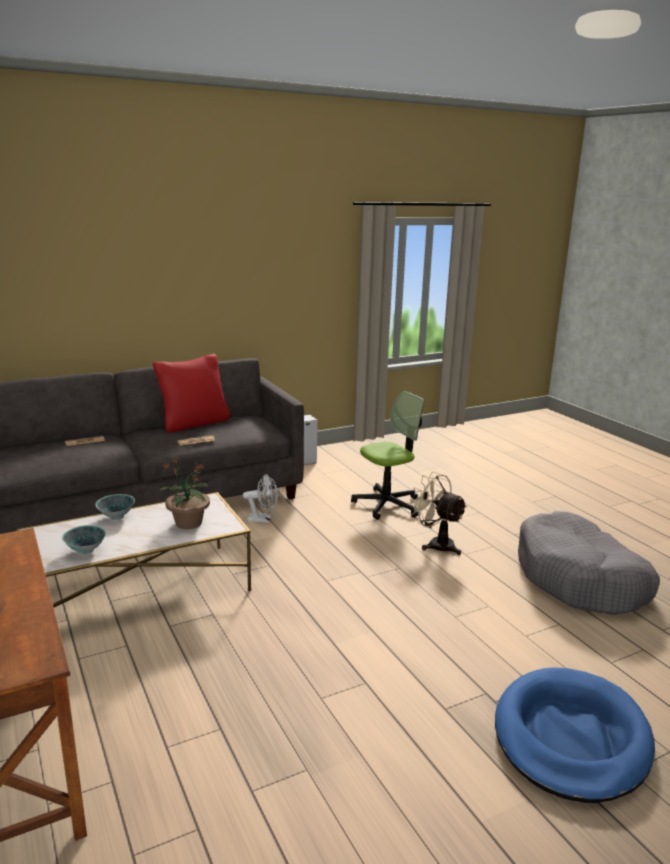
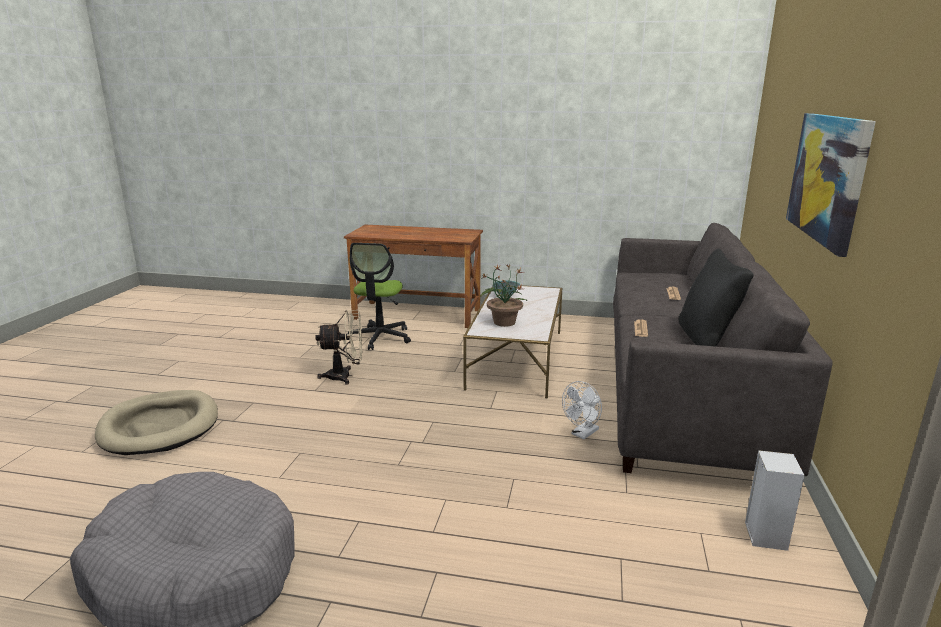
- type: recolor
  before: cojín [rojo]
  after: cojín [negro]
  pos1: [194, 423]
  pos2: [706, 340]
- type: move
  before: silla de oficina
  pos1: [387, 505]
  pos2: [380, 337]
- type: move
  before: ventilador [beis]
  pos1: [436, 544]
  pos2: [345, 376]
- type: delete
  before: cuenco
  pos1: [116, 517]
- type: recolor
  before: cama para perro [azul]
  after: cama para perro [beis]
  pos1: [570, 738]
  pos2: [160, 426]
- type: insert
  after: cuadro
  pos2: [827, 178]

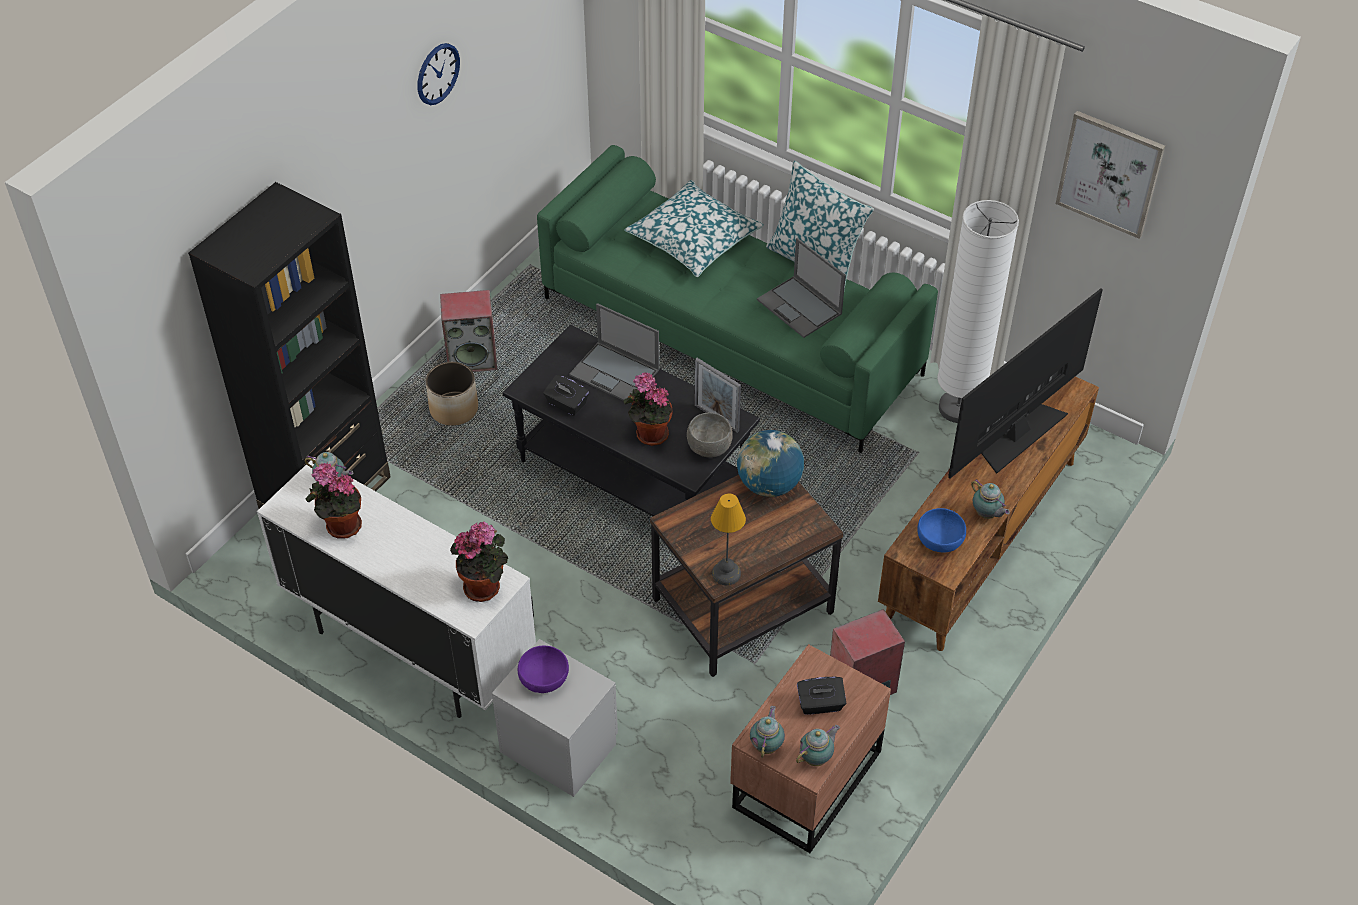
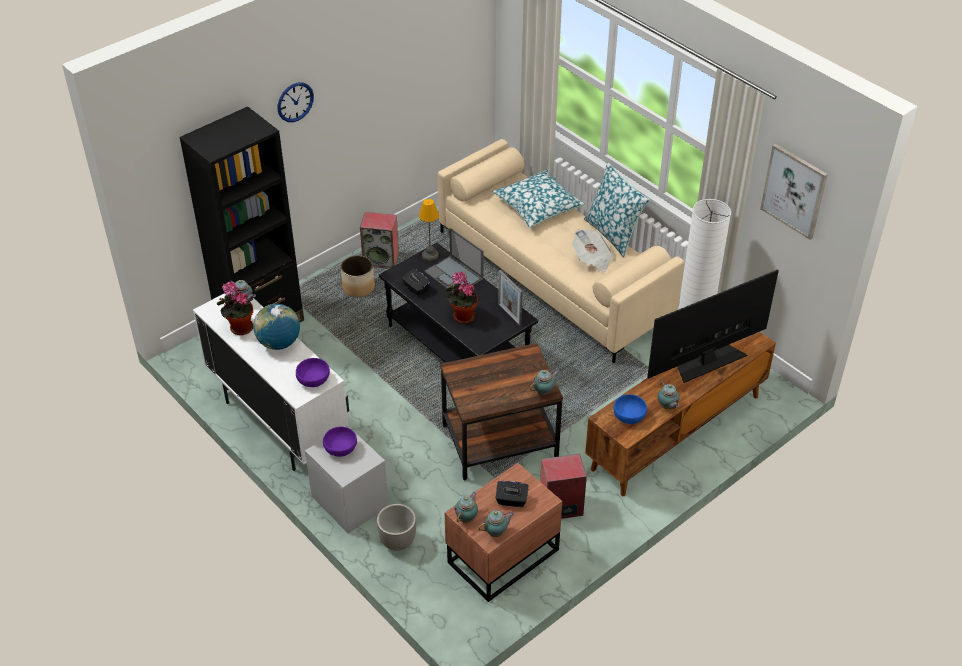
- type: move
  before: reloj de pared
  pos1: [437, 74]
  pos2: [295, 102]
- type: recolor
  before: sofá [verde]
  after: sofá [beis]
  pos1: [733, 336]
  pos2: [554, 276]
- type: replace
  before: portátil
  after: periódico
  pos1: [800, 307]
  pos2: [592, 259]
- type: delete
  before: cuenco [gris]
  pos1: [710, 449]
- type: move
  before: globo terráqueo
  pos1: [769, 485]
  pos2: [279, 343]
- type: move
  before: lámpara de mesa
  pos1: [727, 574]
  pos2: [430, 255]
- type: replace
  before: planta en maceta
  after: cuenco [morado]
  pos1: [485, 586]
  pos2: [314, 380]
- type: insert
  after: tetera
  pos2: [544, 391]
- type: insert
  after: maceta
  pos2: [397, 542]

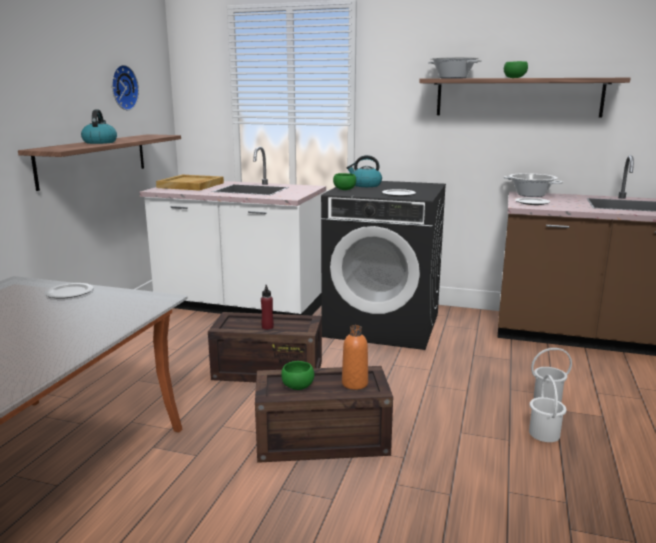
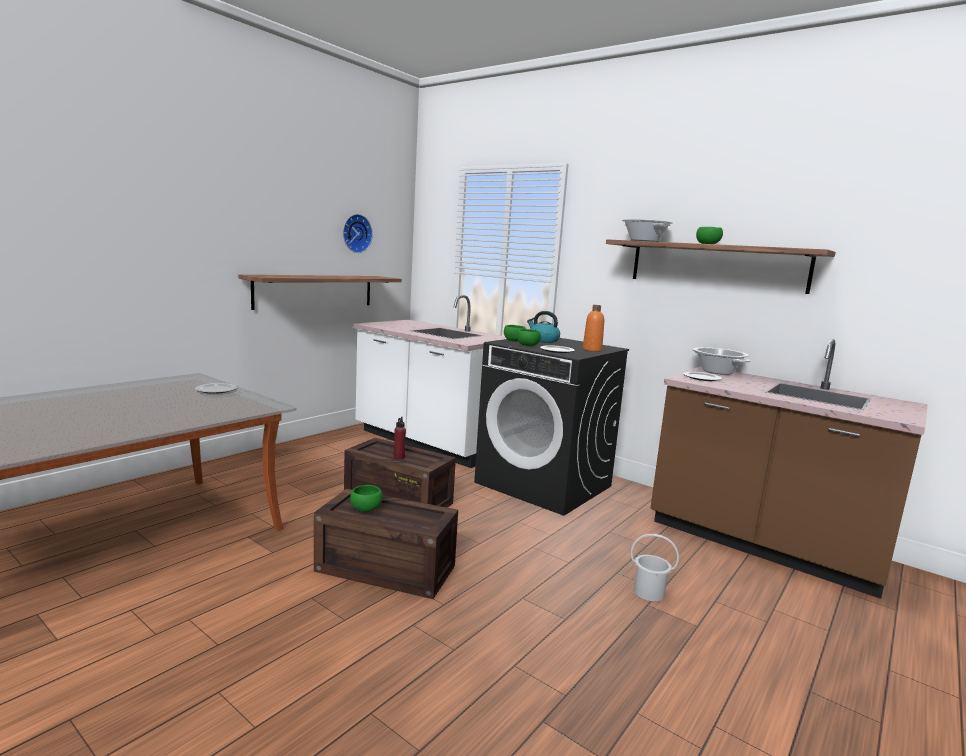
- type: delete
  before: hervidor
  pos1: [100, 142]
- type: delete
  before: bandeja [beis]
  pos1: [191, 185]
- type: move
  before: botella [naranja]
  pos1: [354, 383]
  pos2: [592, 350]
- type: delete
  before: cubo [blanco]
  pos1: [543, 434]
- type: insert
  after: cuenco [verde]
  pos2: [528, 346]

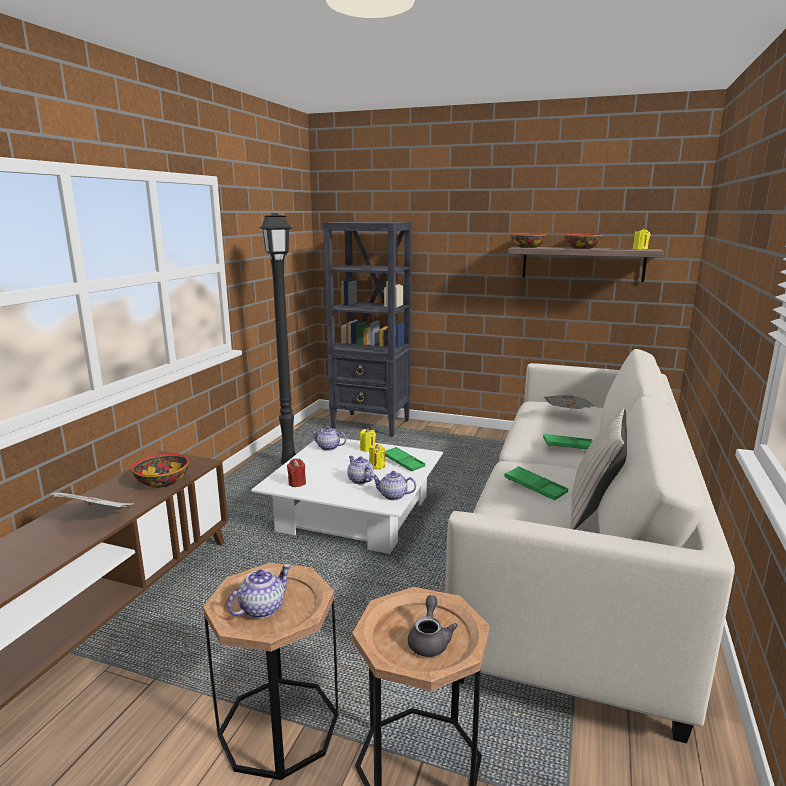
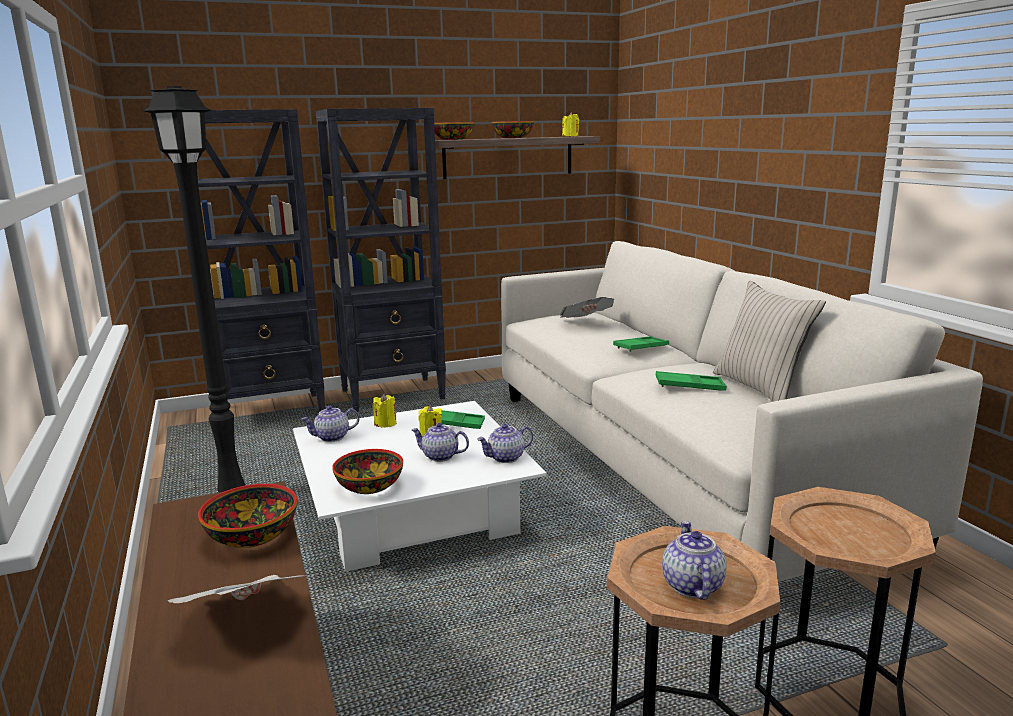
- type: replace
  before: vela [rojo]
  after: cuenco
  pos1: [297, 483]
  pos2: [369, 487]
- type: delete
  before: tetera [gris]
  pos1: [429, 640]
- type: insert
  after: estantería [negro]
  pos2: [394, 395]

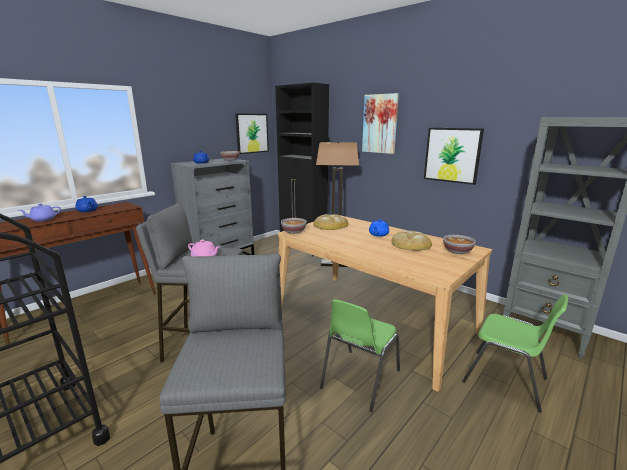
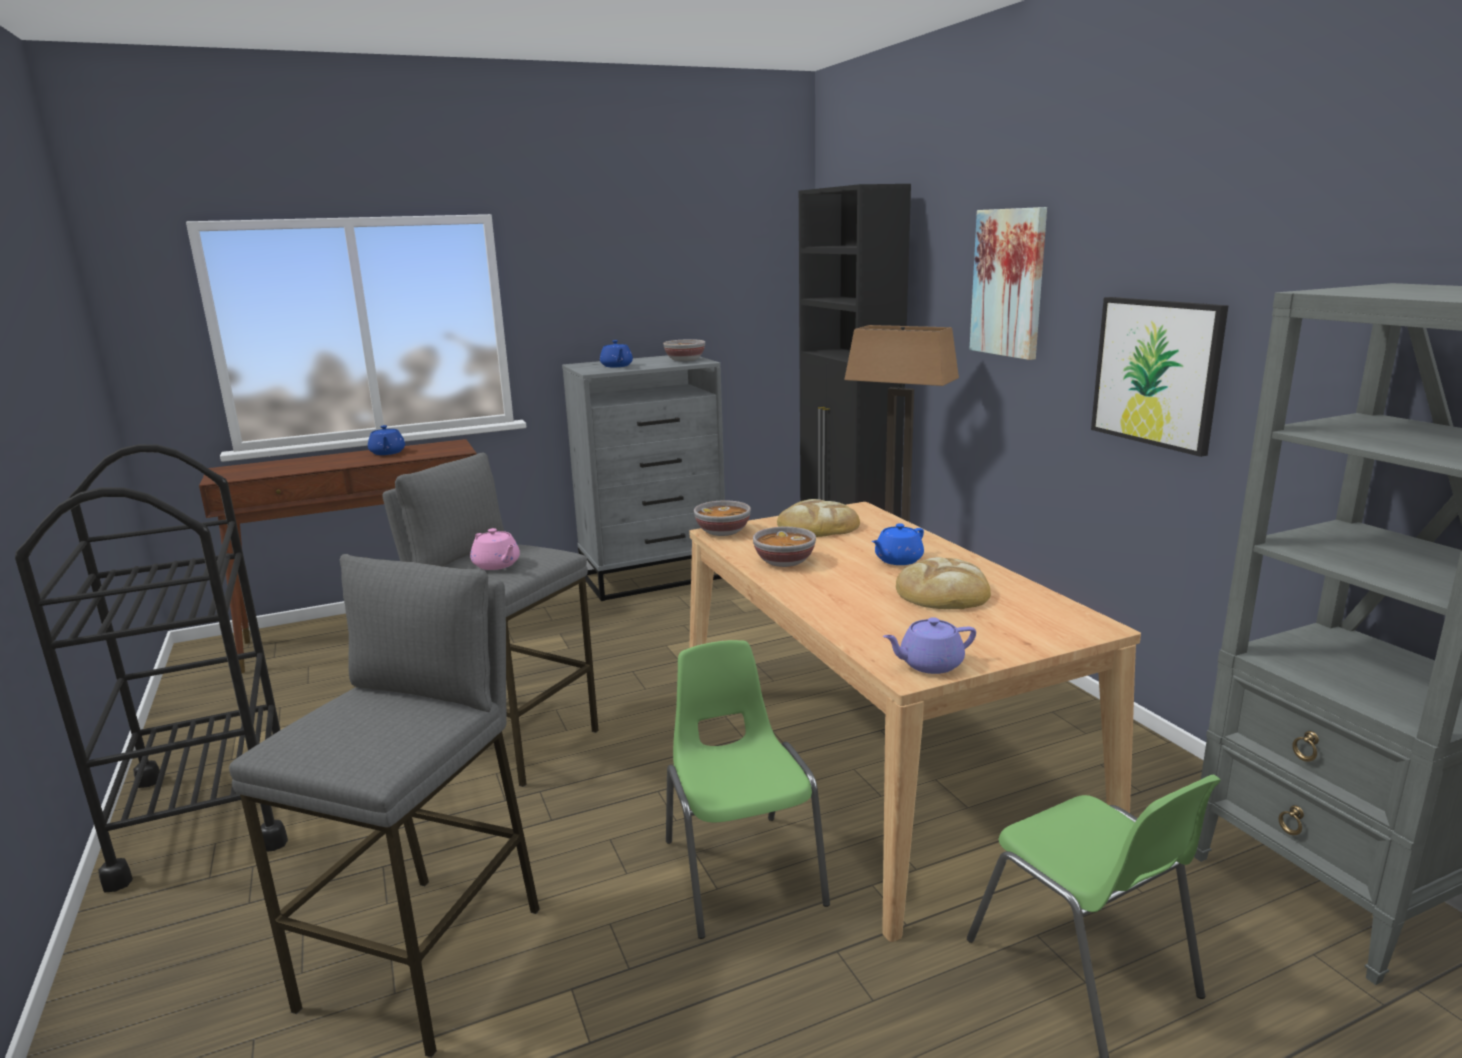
- type: delete
  before: cuadro
  pos1: [252, 133]
- type: move
  before: tetera [morado]
  pos1: [43, 219]
  pos2: [929, 664]
- type: move
  before: cuenco
  pos1: [457, 251]
  pos2: [784, 562]
- type: rotate
  before: silla [verde]
  pos1: [359, 379]
  pos2: [741, 870]
  turn: 105

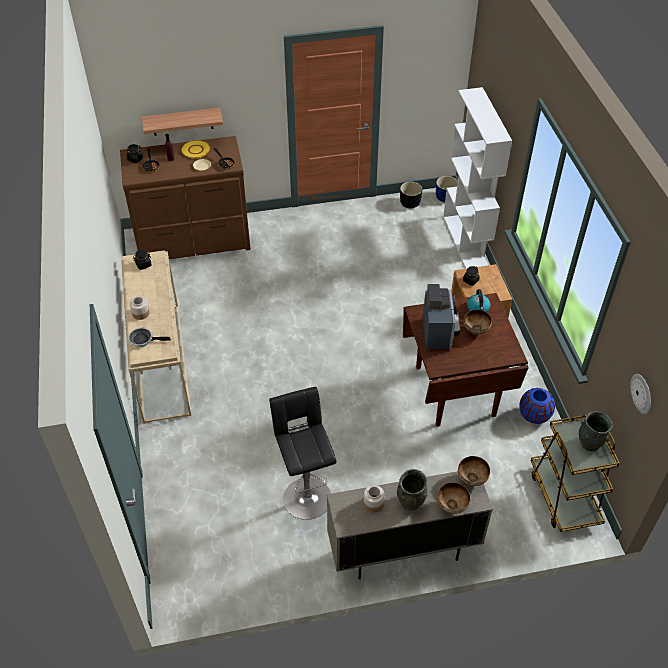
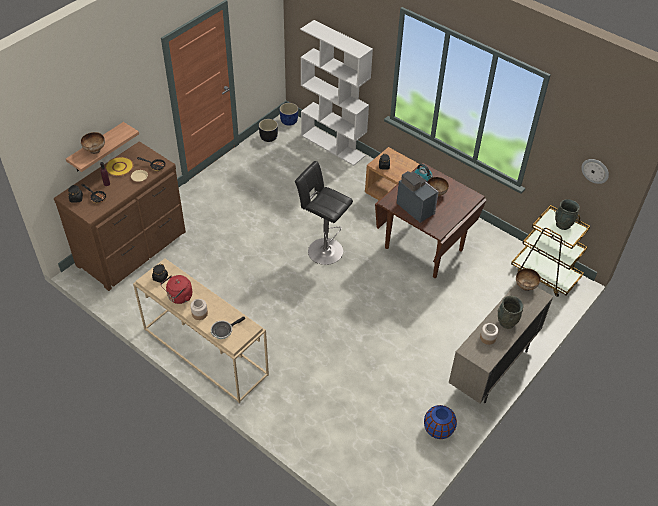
- type: move
  before: taburete [negro]
  pos1: [306, 495]
  pos2: [323, 250]
- type: move
  before: florero [azul]
  pos1: [534, 415]
  pos2: [438, 429]
- type: move
  before: cuenco
  pos1: [452, 506]
  pos2: [95, 150]
- type: insert
  after: hervidor [rojo]
  pos2: [179, 297]

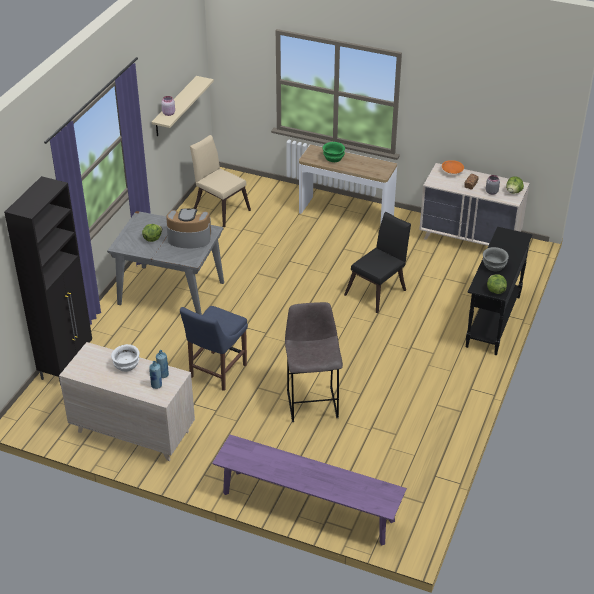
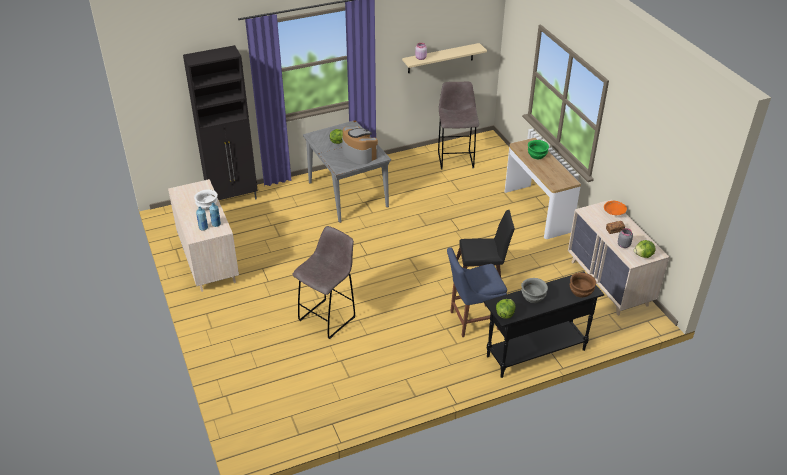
- type: replace
  before: silla [beis]
  after: taburete [gris]
  pos1: [220, 208]
  pos2: [455, 159]
- type: move
  before: silla [azul]
  pos1: [216, 372]
  pos2: [471, 320]
- type: delete
  before: banco [morado]
  pos1: [307, 507]
- type: insert
  after: cuenco [marrón]
  pos2: [581, 291]

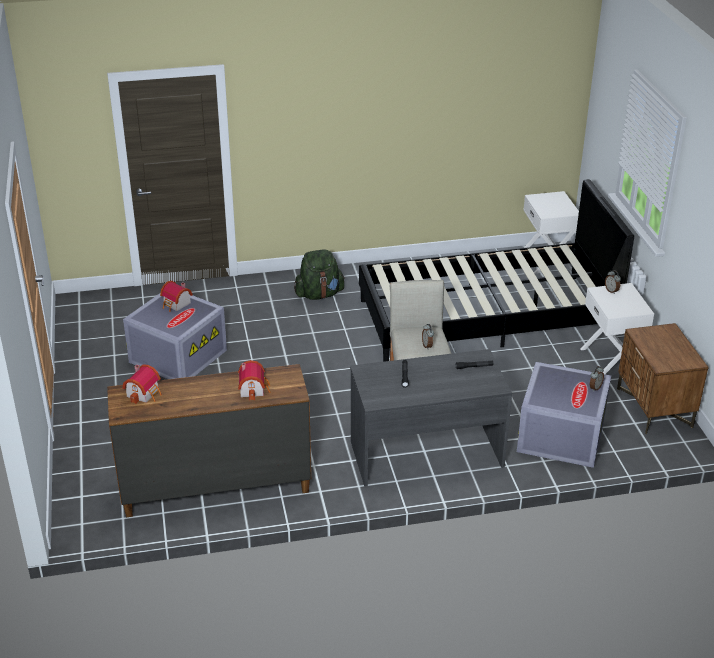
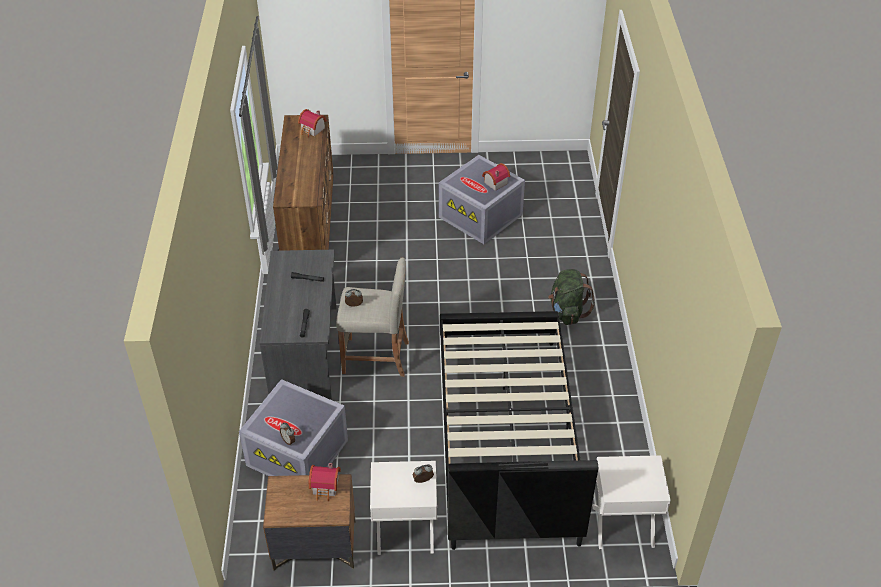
- type: move
  before: casita
  pos1: [254, 389]
  pos2: [326, 487]

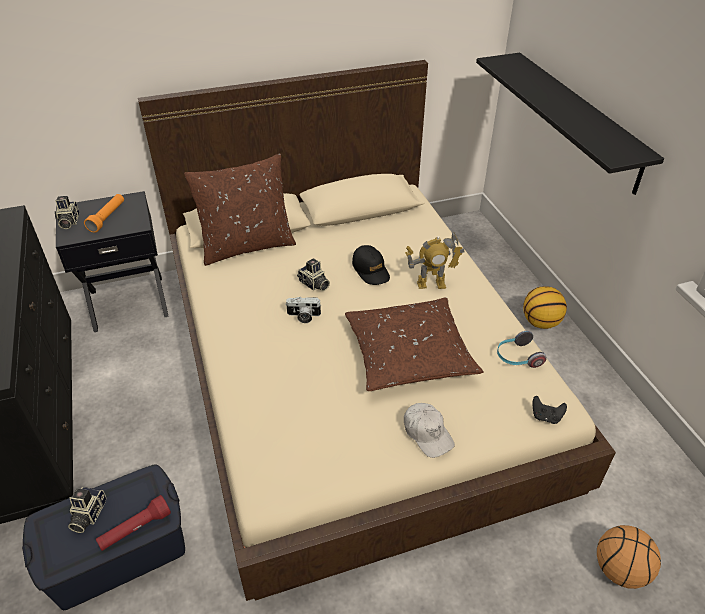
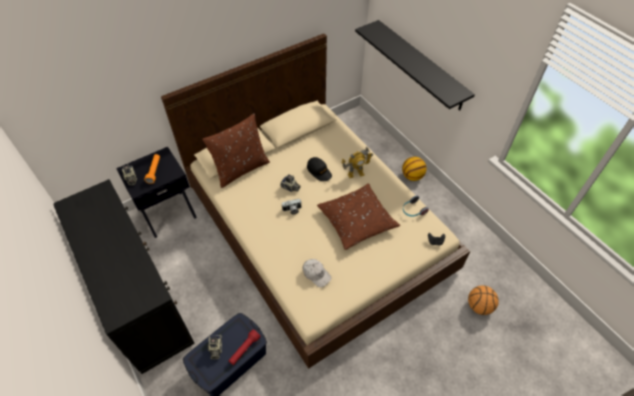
- type: move
  before: gorra [blanco]
  pos1: [427, 433]
  pos2: [316, 274]

